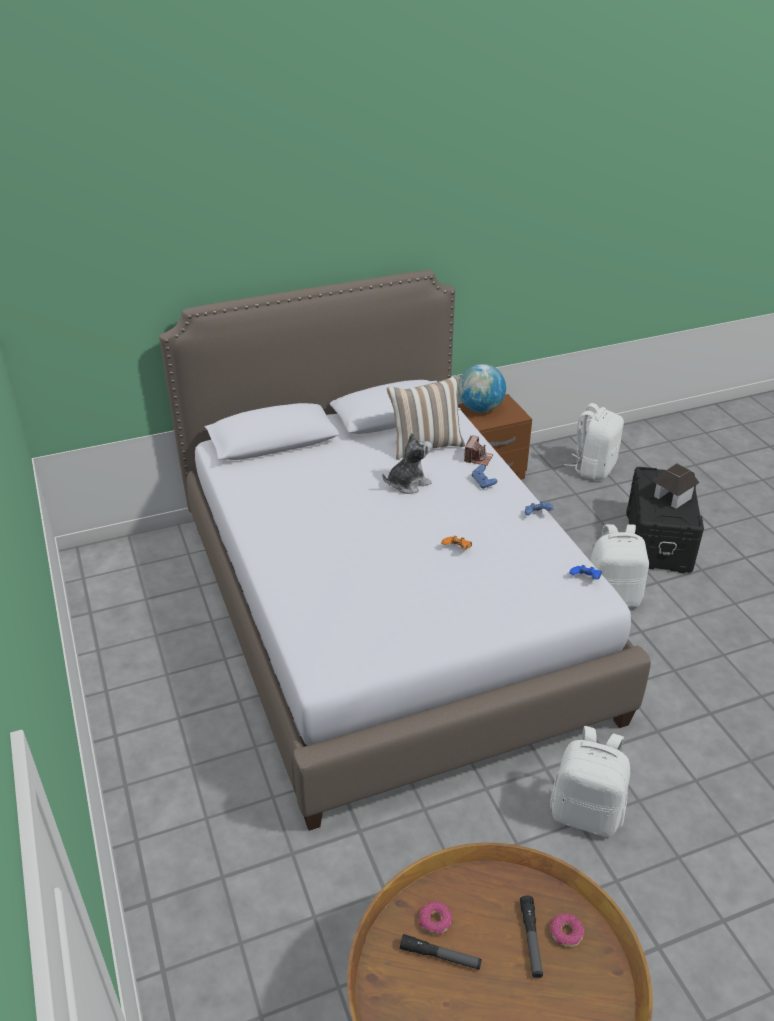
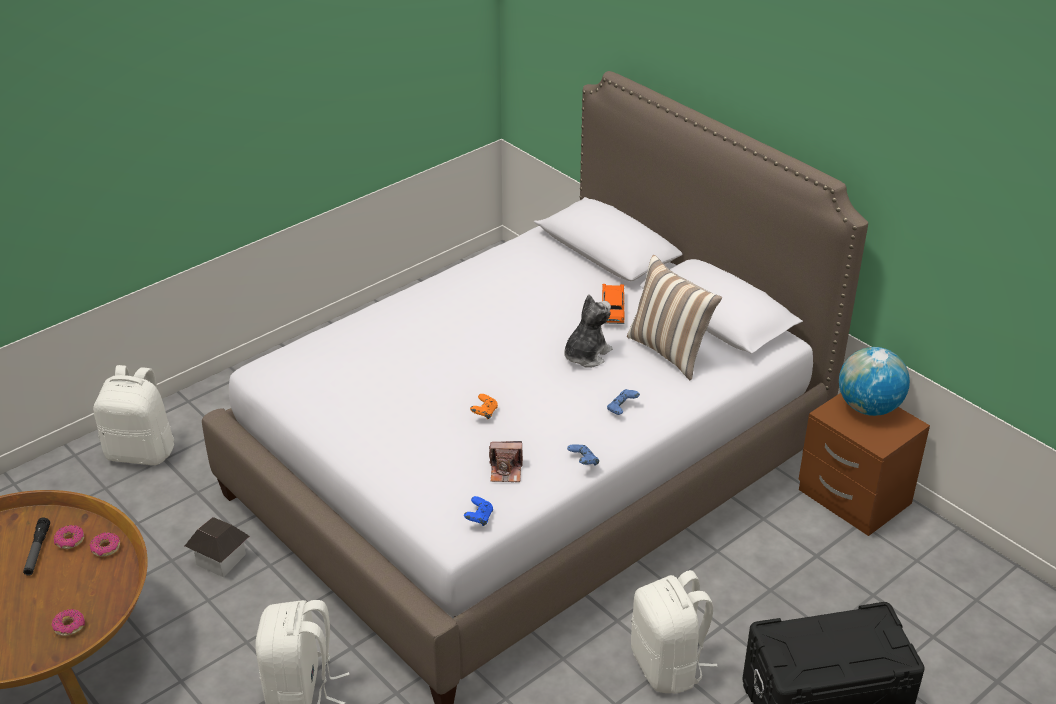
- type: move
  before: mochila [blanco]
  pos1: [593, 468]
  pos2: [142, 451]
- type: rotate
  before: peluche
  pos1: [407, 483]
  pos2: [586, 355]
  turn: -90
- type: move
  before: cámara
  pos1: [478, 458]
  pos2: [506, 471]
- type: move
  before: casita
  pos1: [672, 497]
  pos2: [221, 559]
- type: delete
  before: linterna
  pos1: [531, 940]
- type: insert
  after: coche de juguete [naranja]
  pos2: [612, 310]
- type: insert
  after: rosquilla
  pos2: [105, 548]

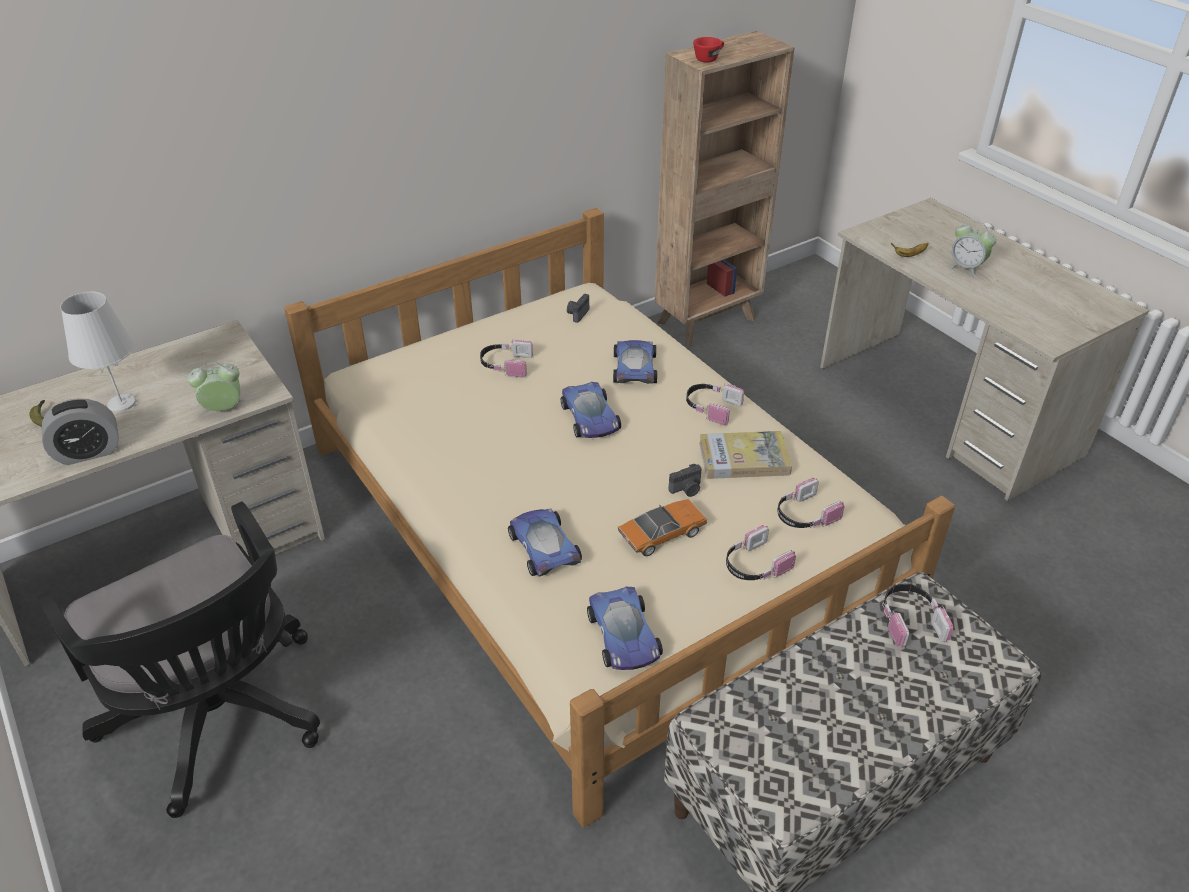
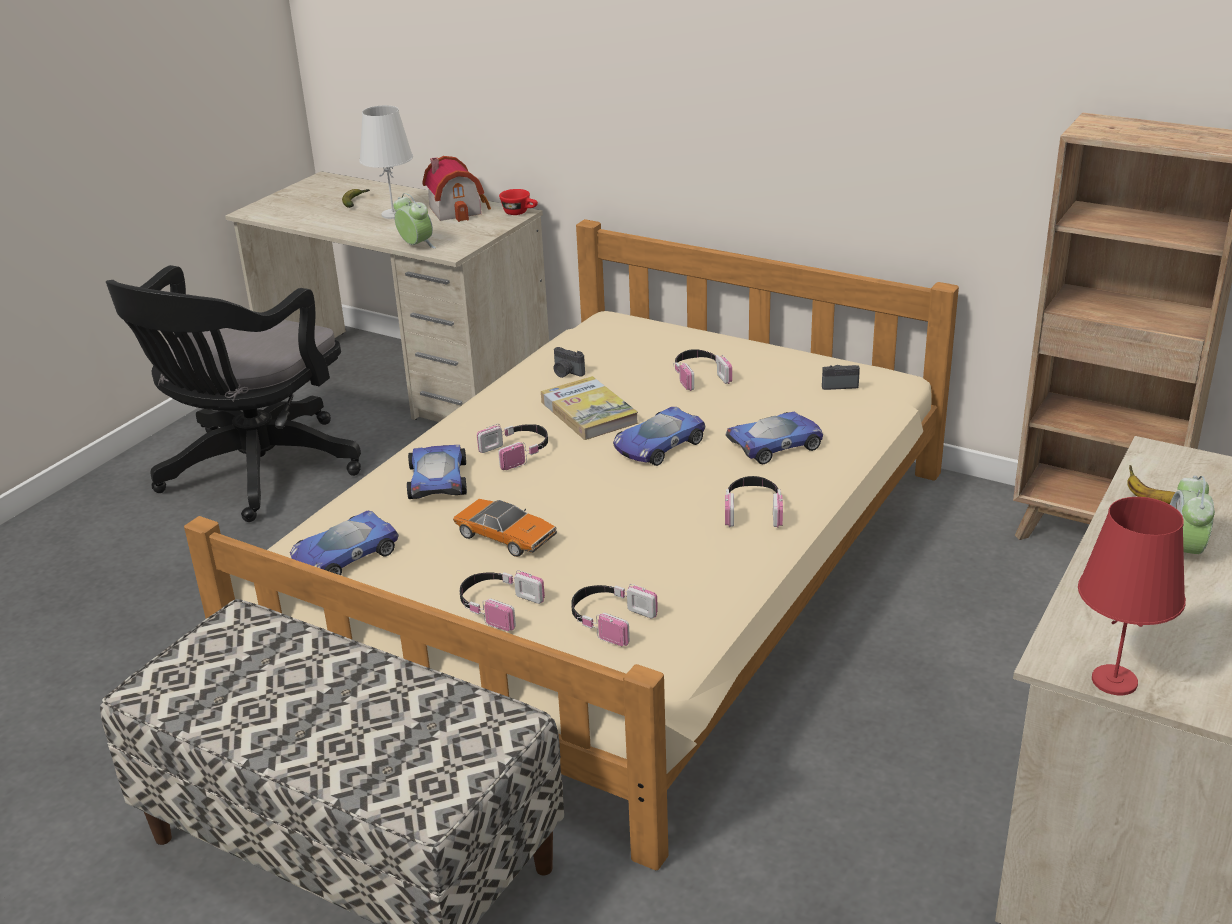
- type: move
  before: taza [rojo]
  pos1: [709, 59]
  pos2: [520, 213]
- type: delete
  before: despertador
  pos1: [88, 452]
- type: move
  before: libro
  pos1: [744, 458]
  pos2: [589, 412]
- type: move
  before: cámara
  pos1: [686, 490]
  pos2: [566, 373]
- type: rotate
  before: coche de juguete
  pos1: [544, 547]
  pos2: [438, 479]
  turn: -45
- type: move
  before: auriculares
  pos1: [910, 620]
  pos2: [517, 452]
- type: insert
  after: casita
  pos2: [458, 209]
- type: insert
  after: lámpara de mesa [rojo]
  pos2: [1115, 680]

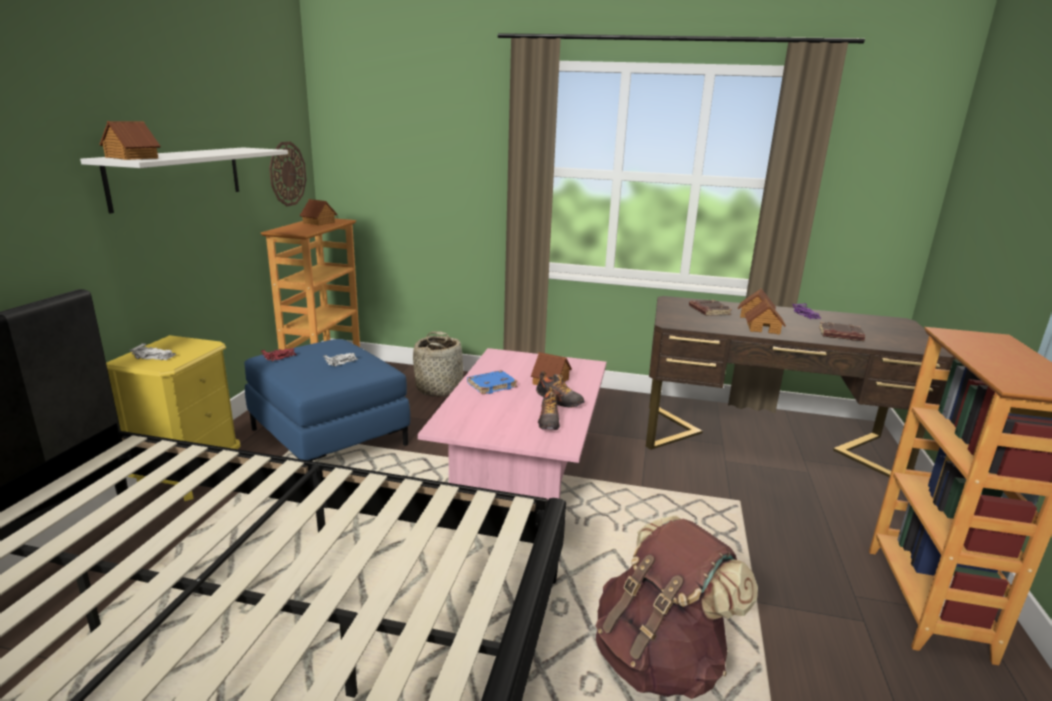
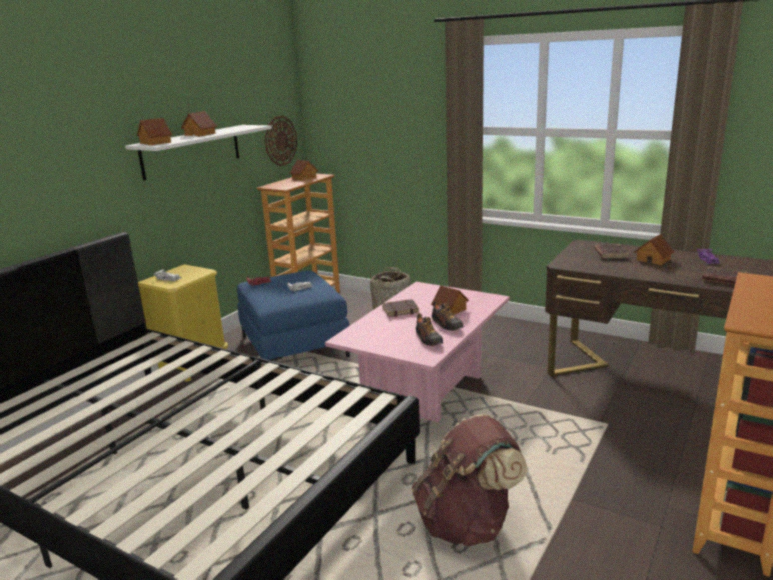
- type: move
  before: casita
  pos1: [763, 328]
  pos2: [200, 134]
- type: recolor
  before: libro [azul]
  after: libro [marrón]
  pos1: [492, 385]
  pos2: [400, 310]
- type: rotate
  before: zapato
  pos1: [549, 421]
  pos2: [428, 339]
  turn: -45

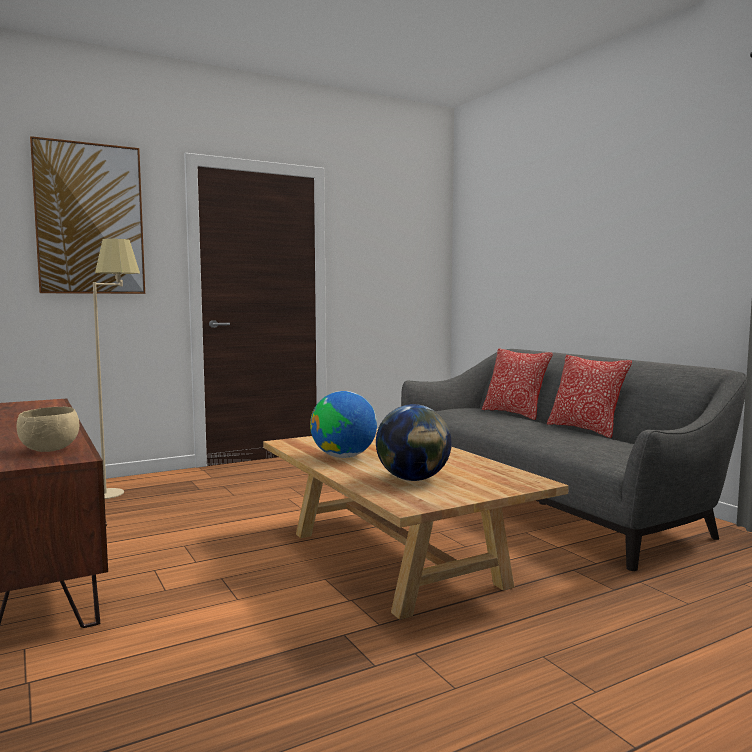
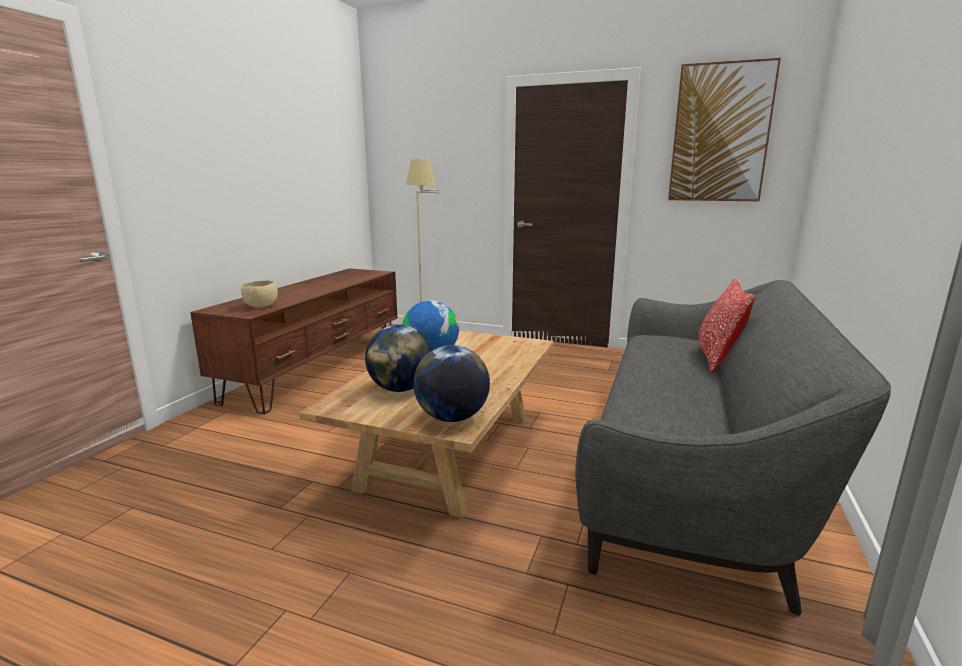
- type: move
  before: cuadro
  pos1: [90, 219]
  pos2: [720, 133]
- type: delete
  before: cojín
  pos1: [585, 429]
- type: insert
  after: globo terráqueo
  pos2: [452, 418]

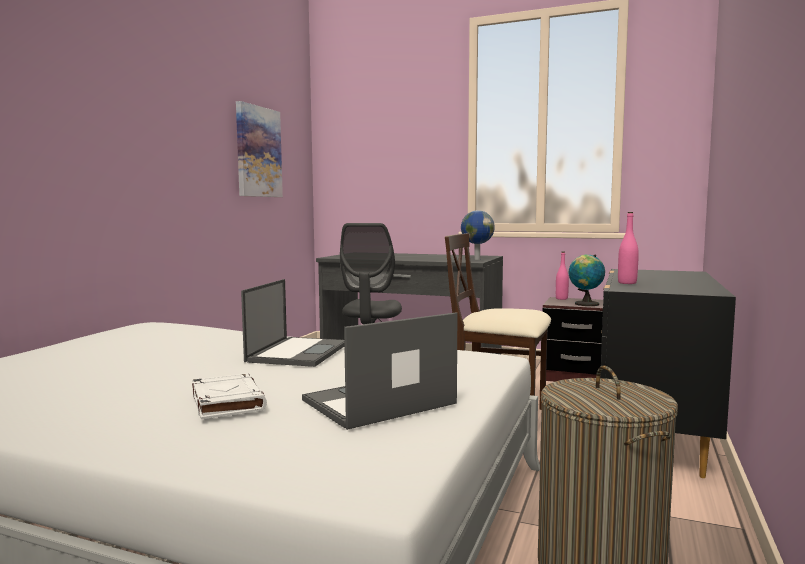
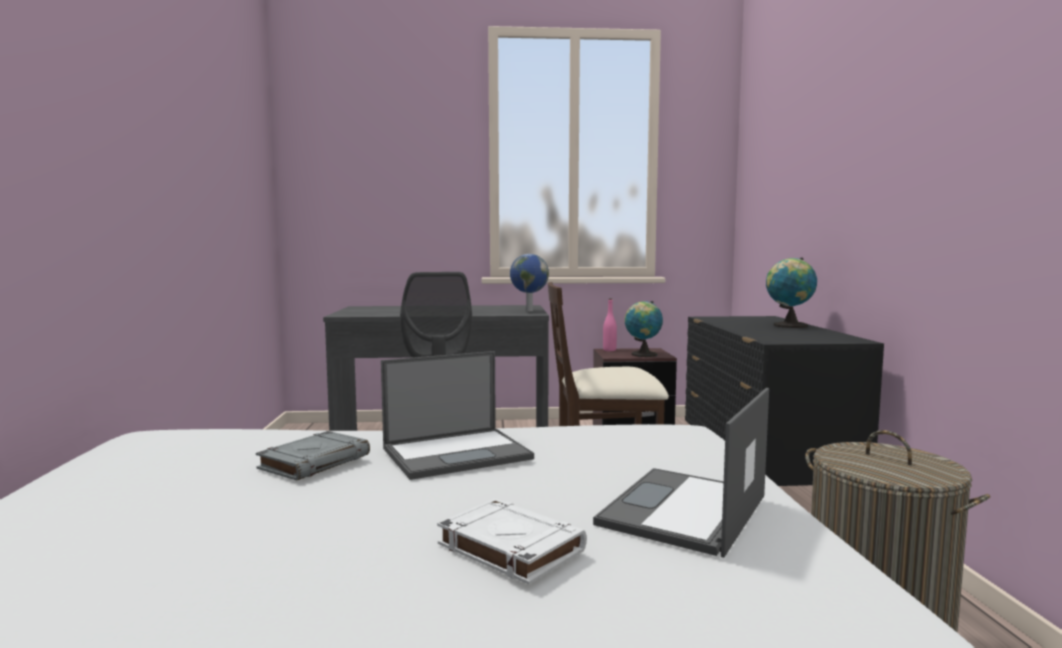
- type: delete
  before: cuadro
  pos1: [258, 152]
- type: delete
  before: botella [rosa]
  pos1: [627, 283]
- type: rotate
  before: portátil
  pos1: [298, 352]
  pos2: [458, 453]
  turn: 75
- type: insert
  after: globo terráqueo
  pos2: [788, 326]
- type: insert
  after: libro [gris]
  pos2: [315, 462]

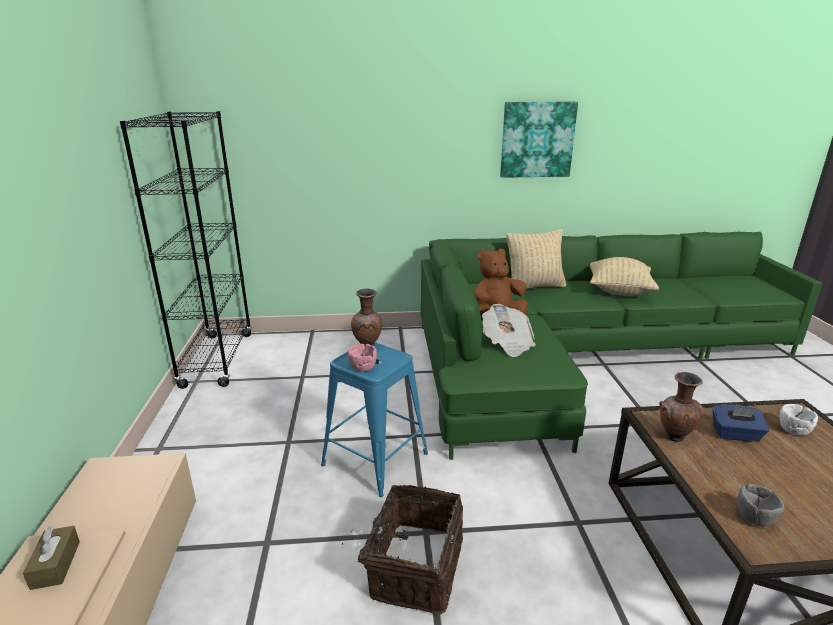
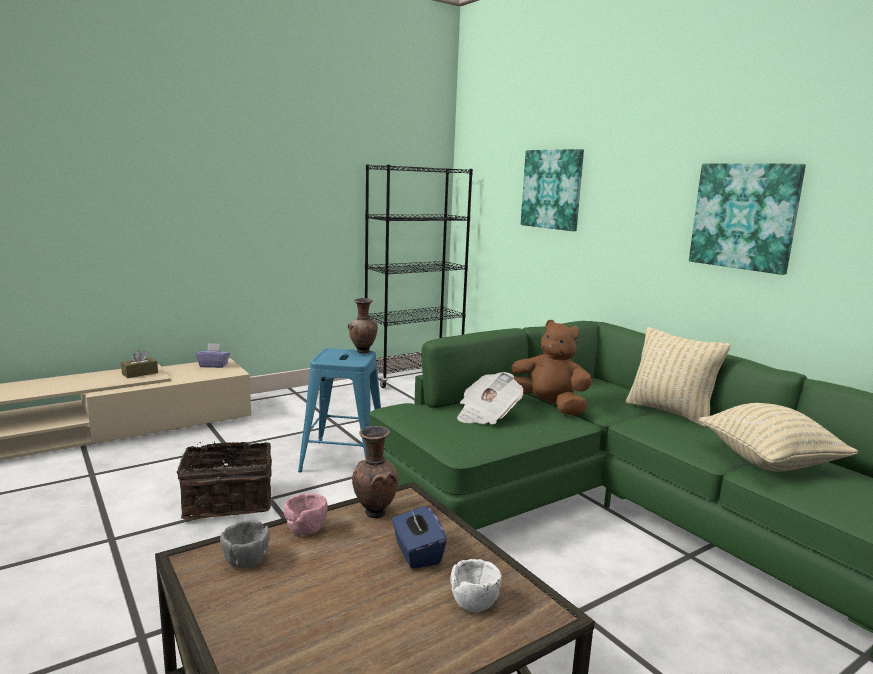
- type: move
  before: cuenco [rosa]
  pos1: [363, 367]
  pos2: [306, 528]
- type: insert
  after: cuadro
  pos2: [552, 189]
- type: insert
  after: caja de pañuelos [morado]
  pos2: [213, 365]

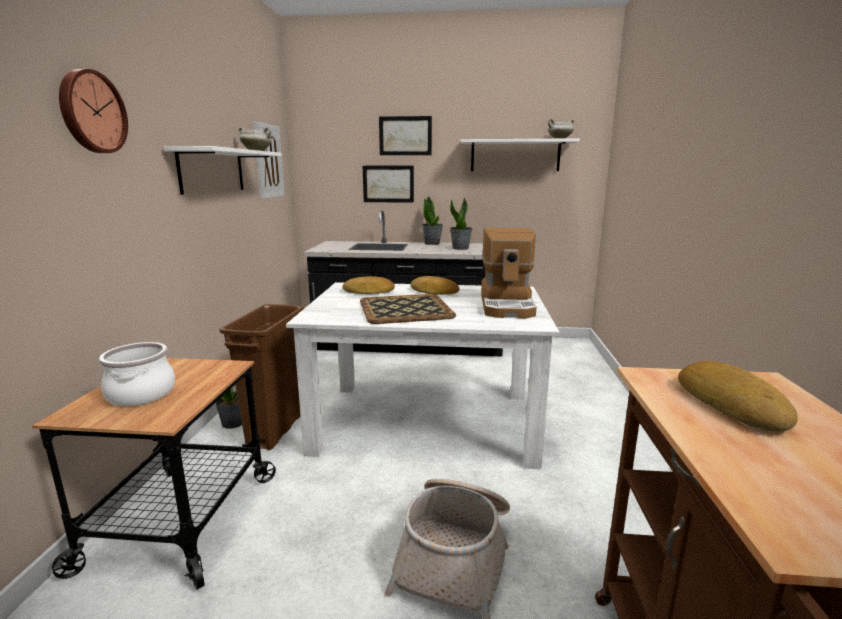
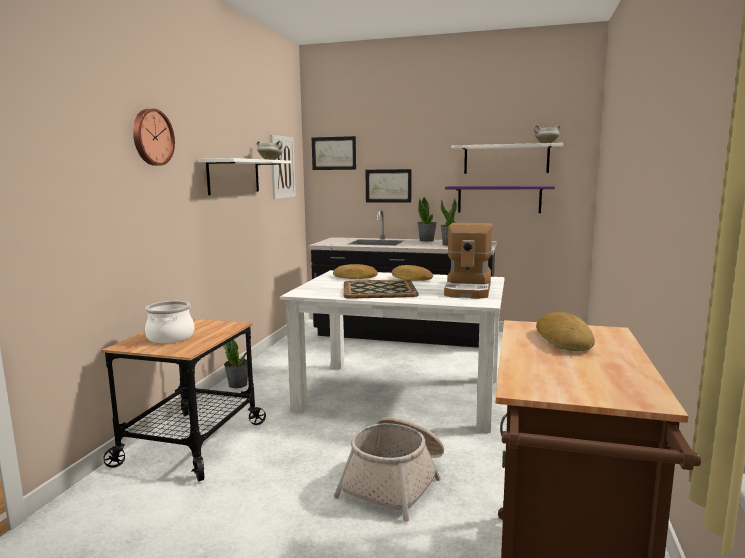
- type: move
  before: cuadro
  pos1: [405, 136]
  pos2: [334, 153]
- type: delete
  before: papelera [marrón]
  pos1: [275, 430]
- type: insert
  after: estante [morado]
  pos2: [499, 199]

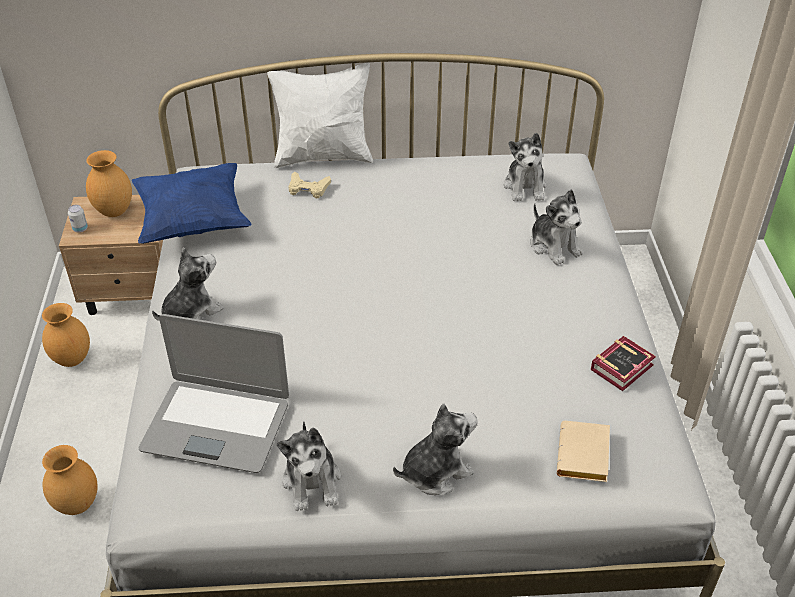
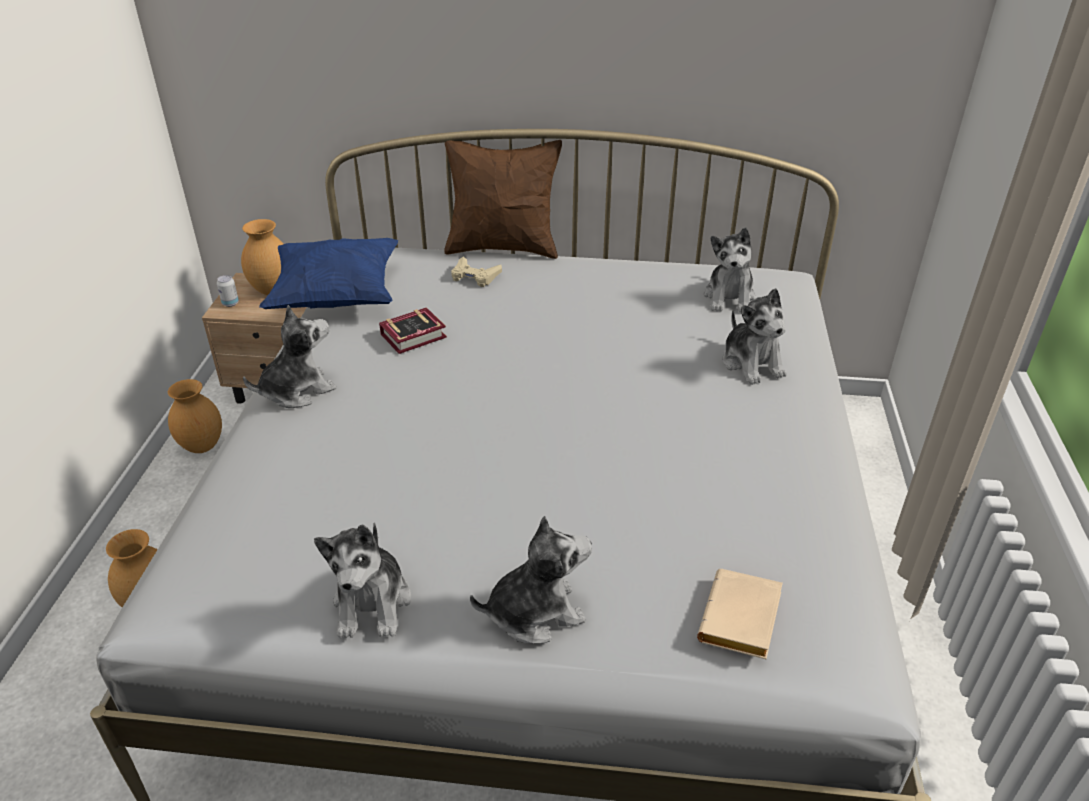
- type: recolor
  before: cojín [blanco]
  after: cojín [marrón]
  pos1: [323, 156]
  pos2: [503, 247]
- type: delete
  before: portátil
  pos1: [217, 425]
- type: move
  before: libro
  pos1: [624, 367]
  pos2: [416, 336]

